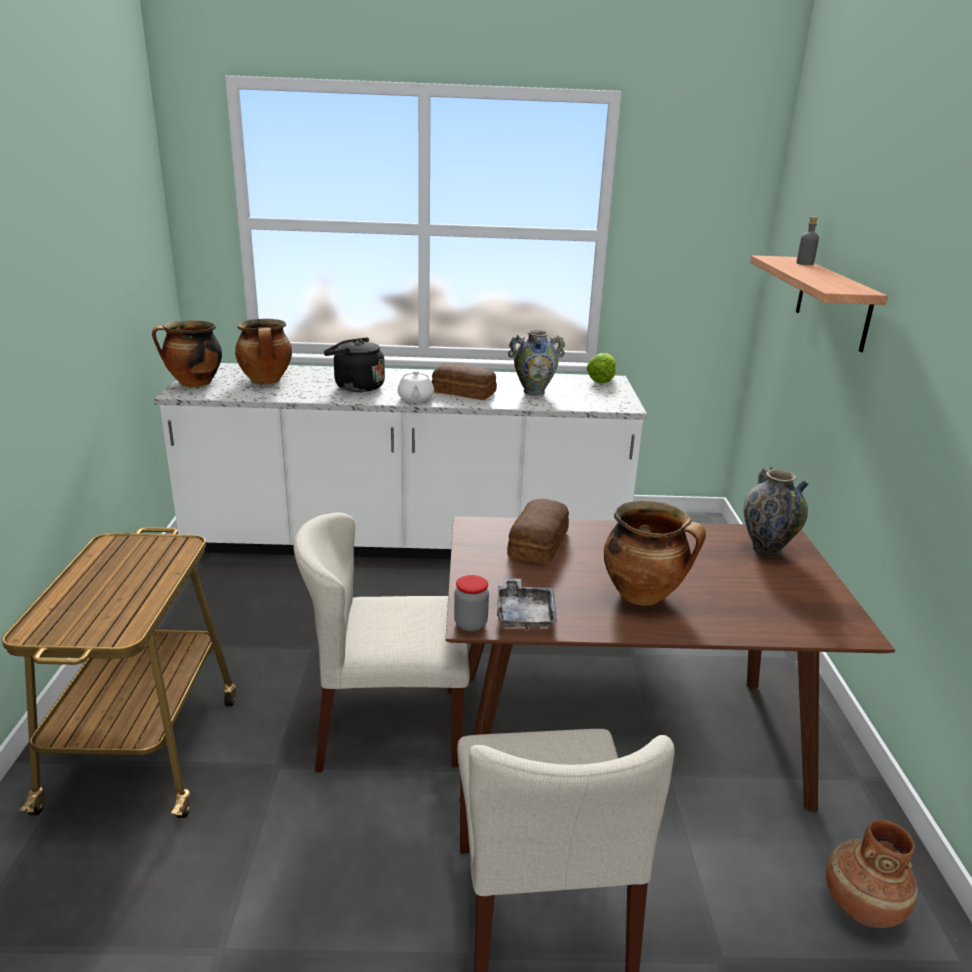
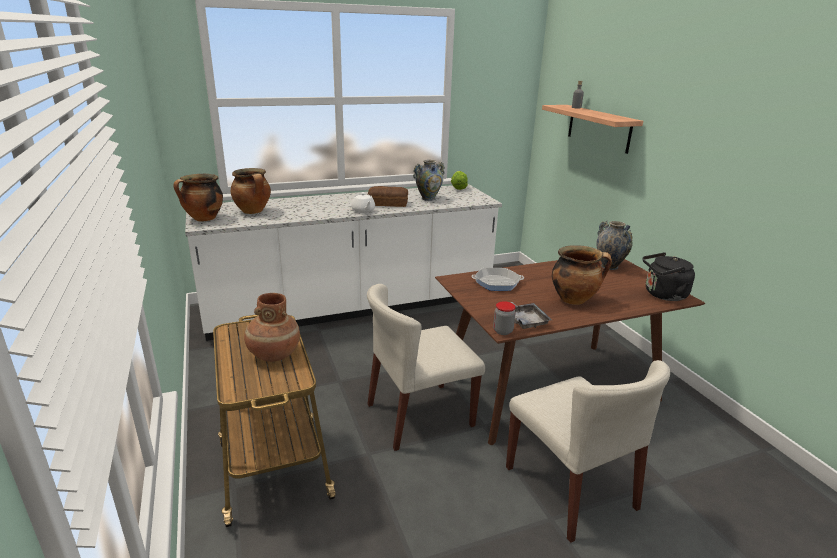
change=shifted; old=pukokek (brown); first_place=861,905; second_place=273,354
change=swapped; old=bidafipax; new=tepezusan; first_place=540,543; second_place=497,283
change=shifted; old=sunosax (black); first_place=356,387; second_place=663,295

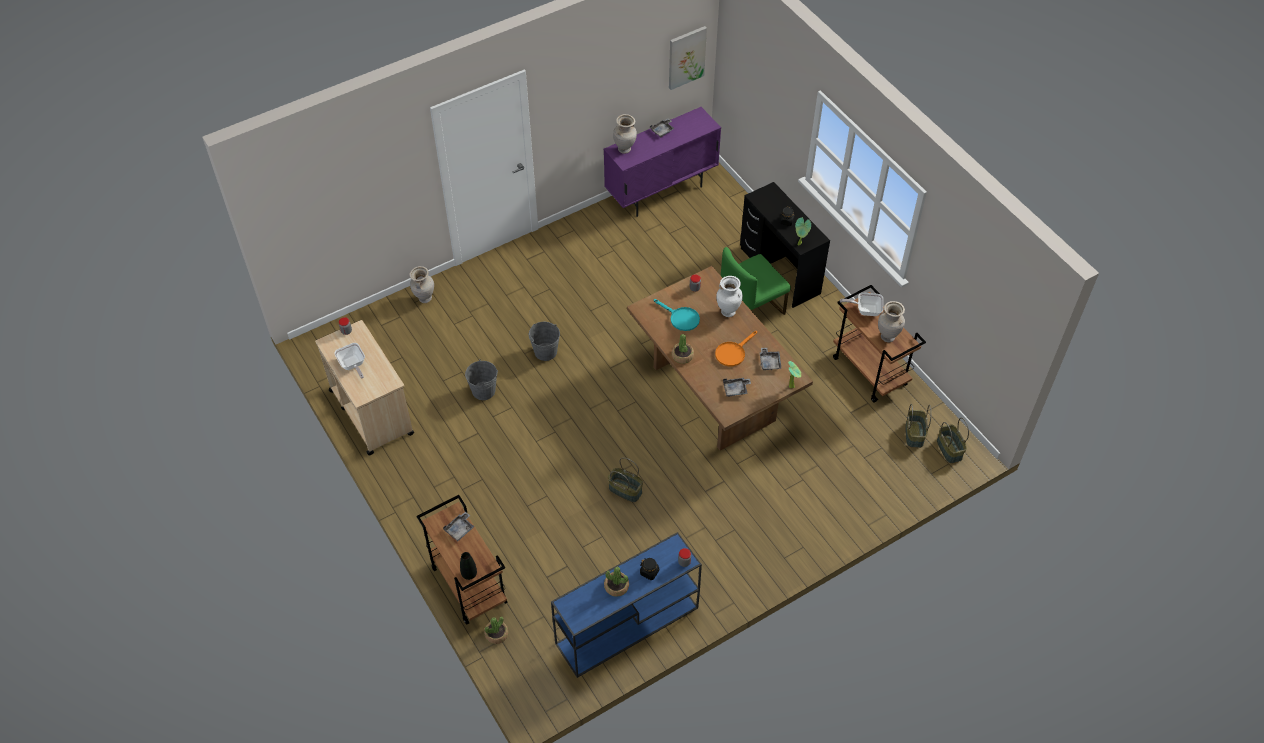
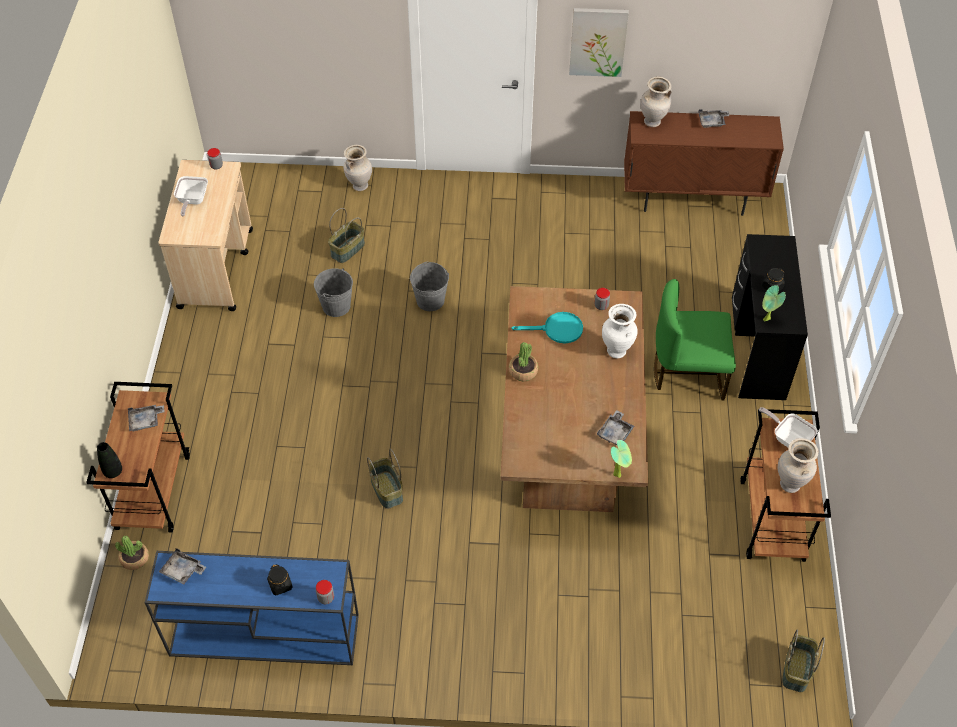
change=shifted; old=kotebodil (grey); first_place=736,389; second_place=183,571
change=shifted; old=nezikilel; first_place=914,434; second_place=348,250
change=rotated; old=tepezusan (turquoise); first_place=681,318; second_place=557,330; degrees=-75
change=shifted; old=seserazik; first_place=686,57; second_place=598,41
change=repainted; old=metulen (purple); new=metulen (brown); first_place=661,192; second_place=693,199
change=gone; old=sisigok; first_place=616,586
change=gone; old=tepezusan (orange); first_place=733,353

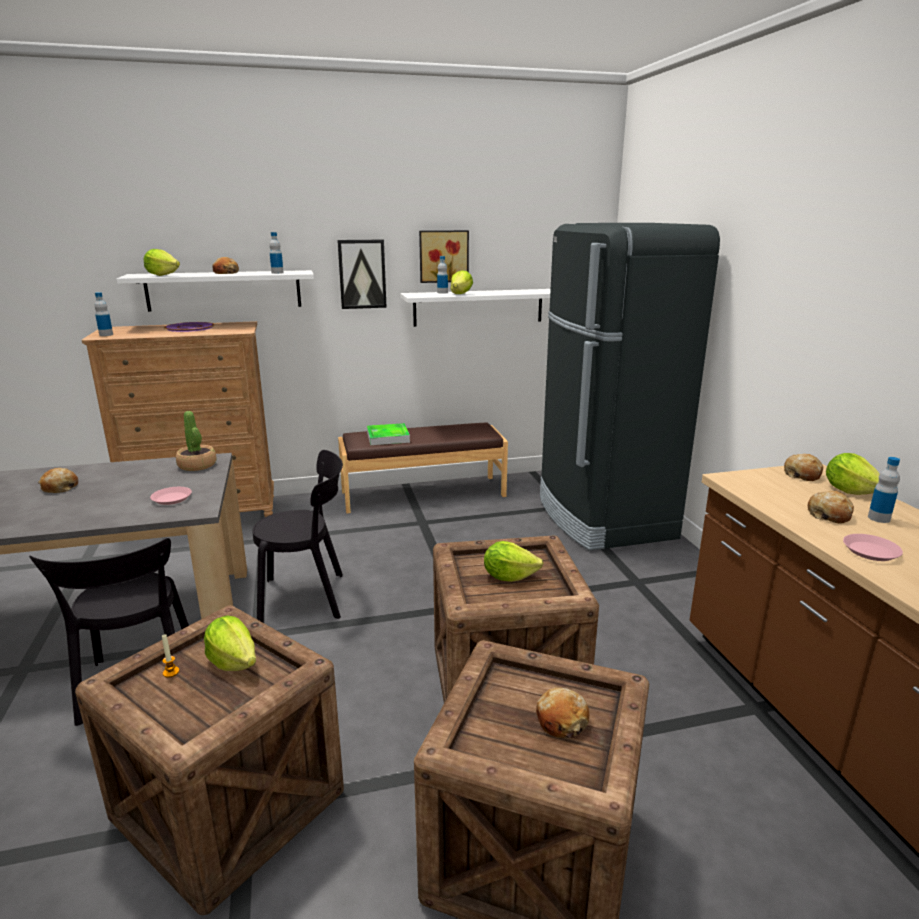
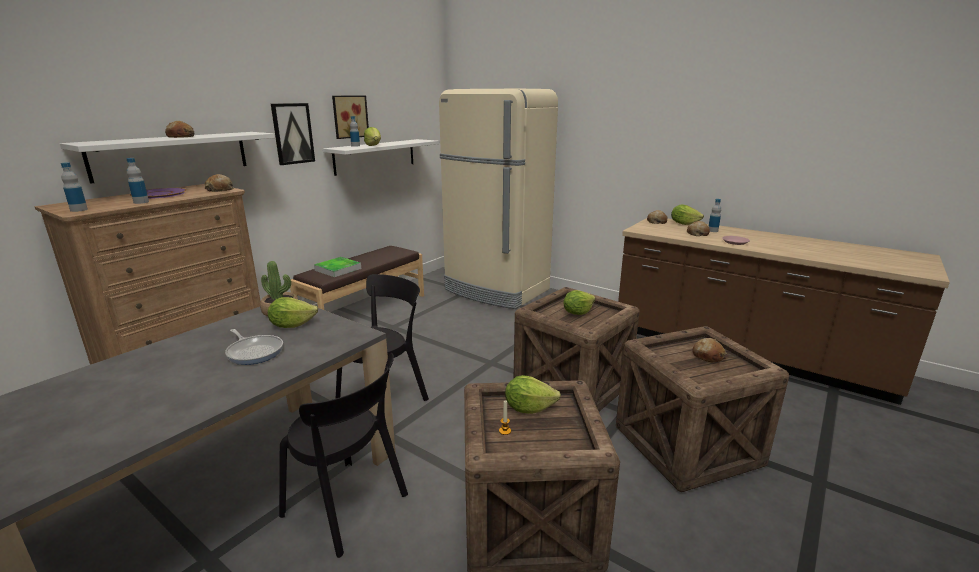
change=shifted; old=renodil; first_place=277,273; second_place=141,202
change=shifted; old=bidafipax; first_place=59,487; second_place=220,189
change=new; new=tepezusan; second_place=254,352
change=shifted; old=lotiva; first_place=162,275; second_place=292,325
change=repainted; old=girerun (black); new=girerun (beige); first_place=602,517; second_place=496,290
change=gone; old=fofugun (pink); first_place=172,498

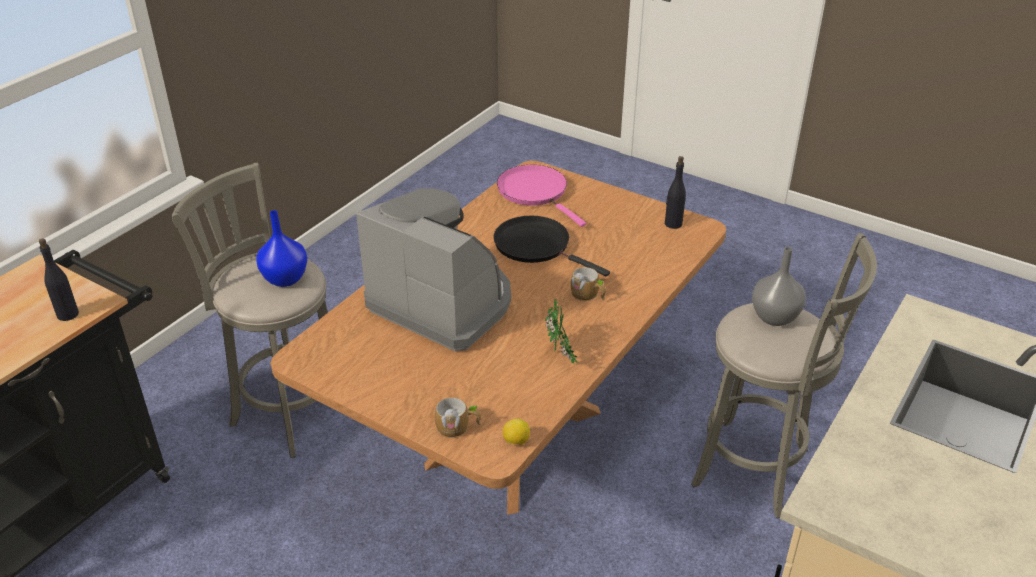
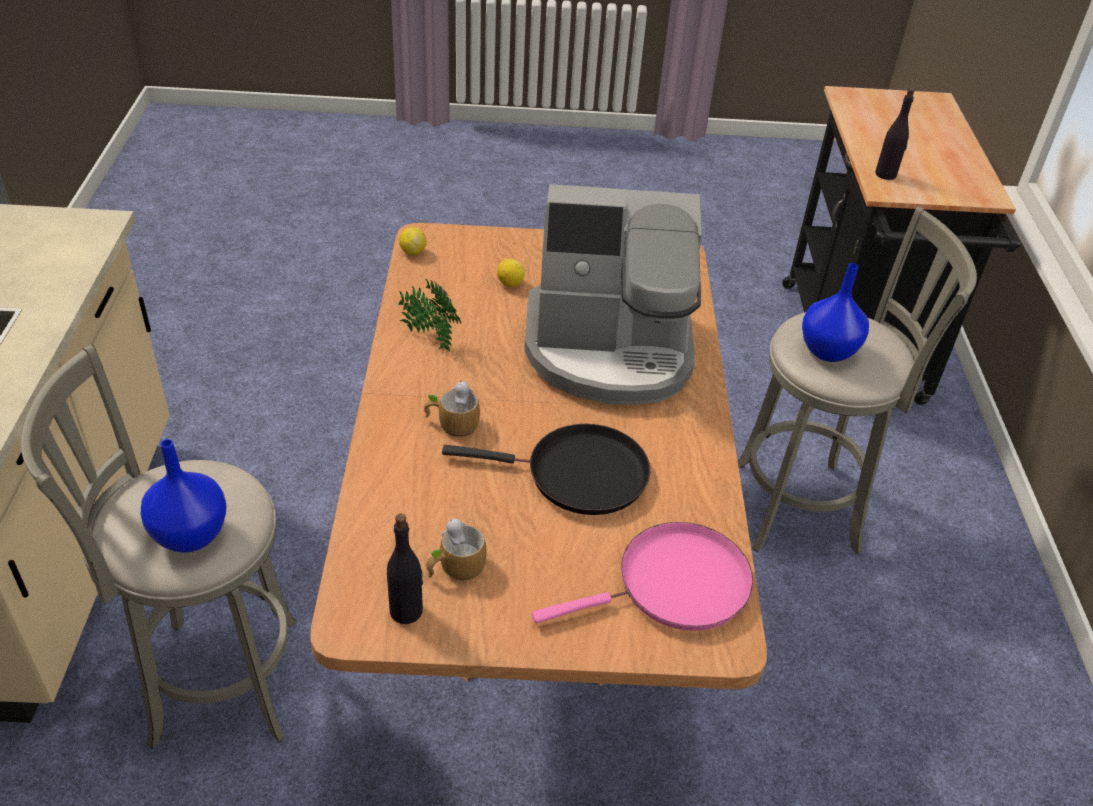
change=repainted; old=pukokek (grey); new=pukokek (blue); first_place=774,318; second_place=190,533
change=shifted; old=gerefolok; first_place=458,427; second_place=455,567
change=new; new=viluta; second_place=510,283
change=rotated; old=tepezusan (pink); first_place=535,192; second_place=675,585; degrees=-45

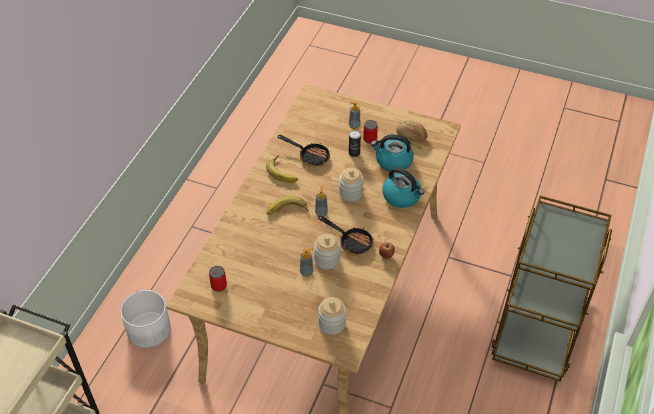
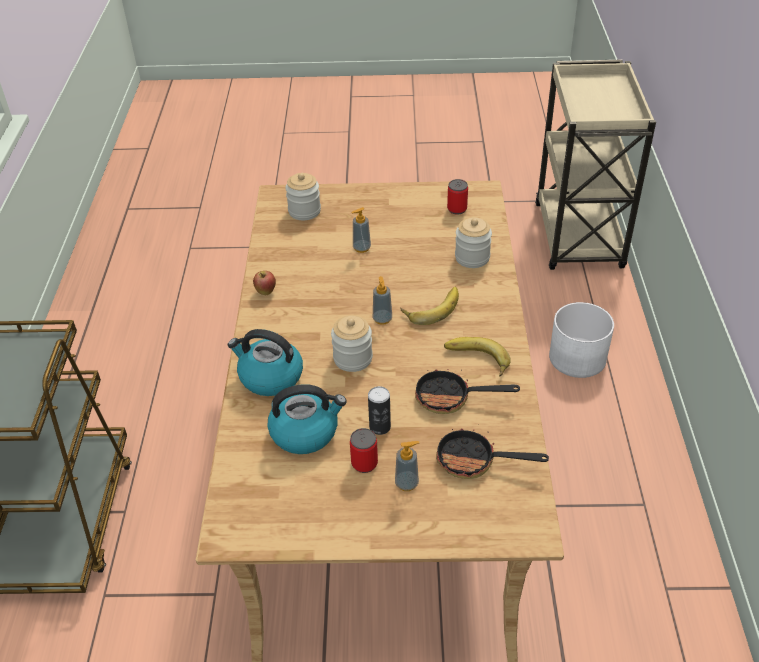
change=shifted; old=tepezusan; first_place=351,241; second_place=474,461
change=shifted; old=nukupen; first_place=327,260; second_place=472,257
change=gone; old=bidafipax; first_place=410,136

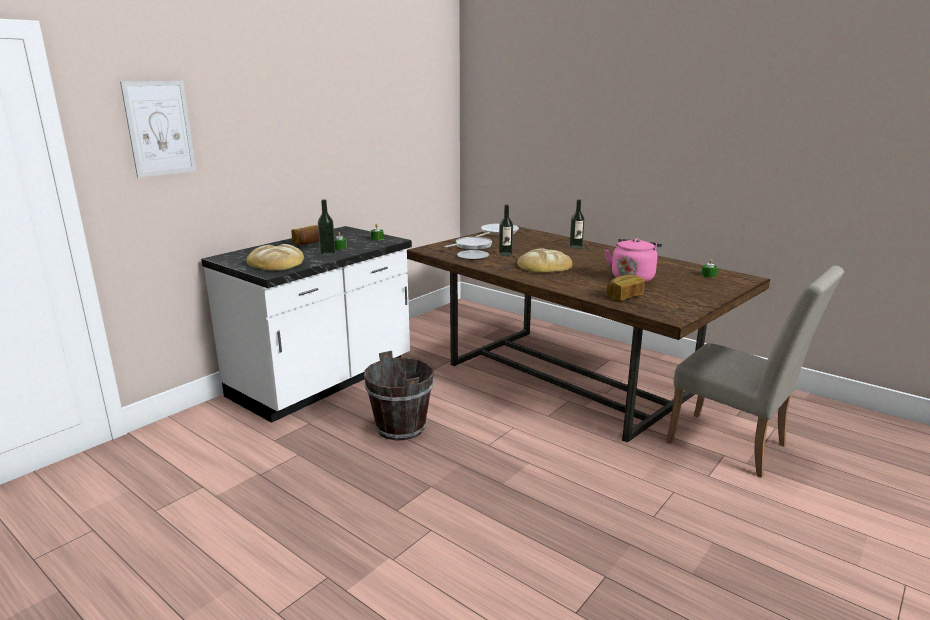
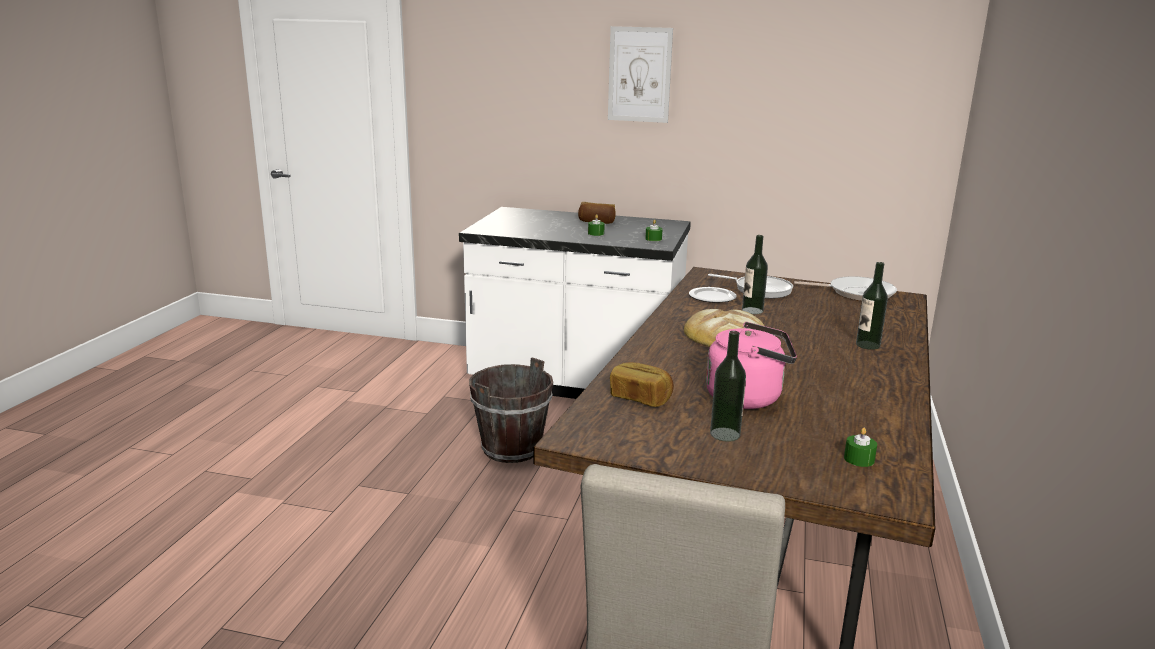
change=shifted; old=seserazik; first_place=159,128; second_place=639,75
change=shifted; old=renodil; first_place=328,254; second_place=725,434
change=gone; old=bidafipax; first_place=276,263

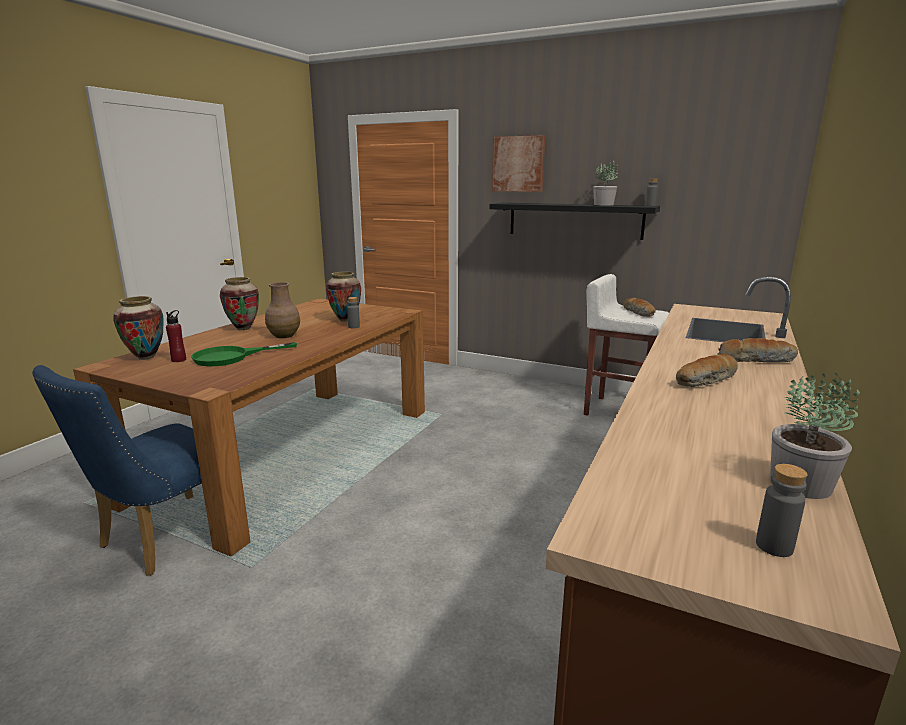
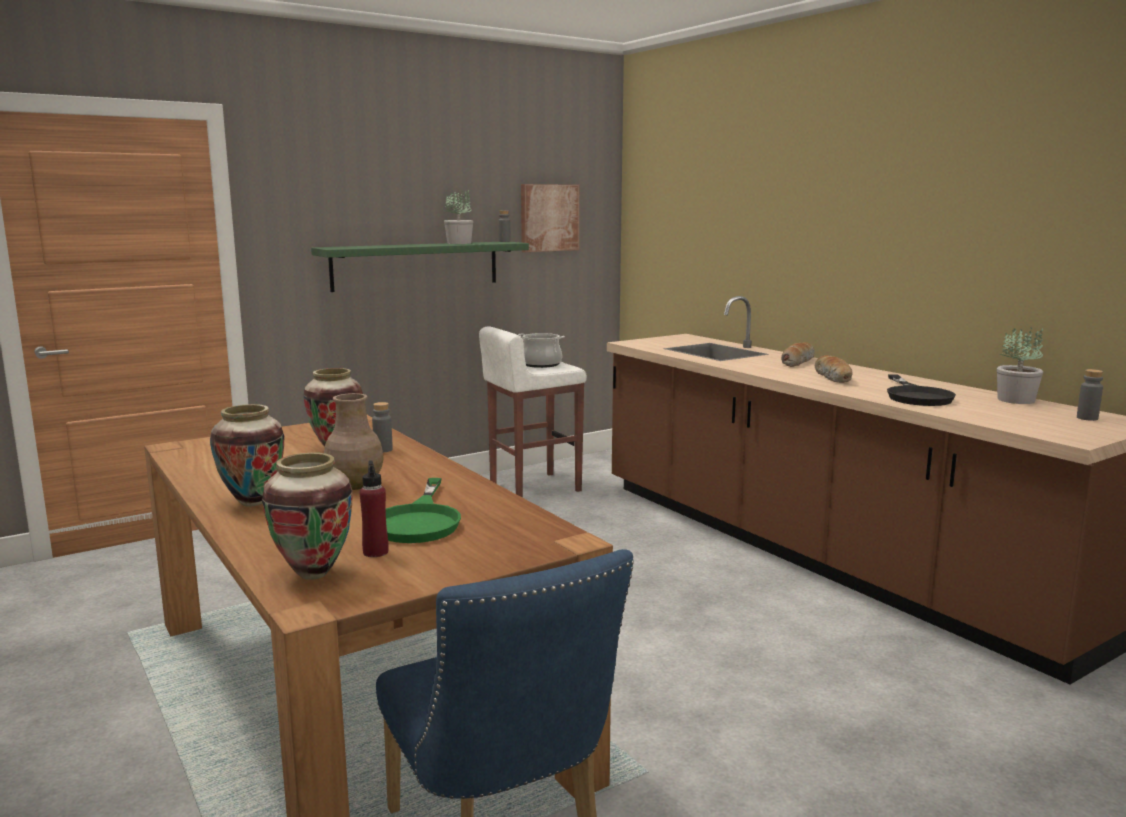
change=repainted; old=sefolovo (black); new=sefolovo (green); first_place=574,220; second_place=416,265
change=swapped; old=bidafipax; new=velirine; first_place=639,313; second_place=541,364
change=shifted; old=seserazik; first_place=518,164; second_place=549,217
change=new; new=tepezusan (black); second_place=916,396

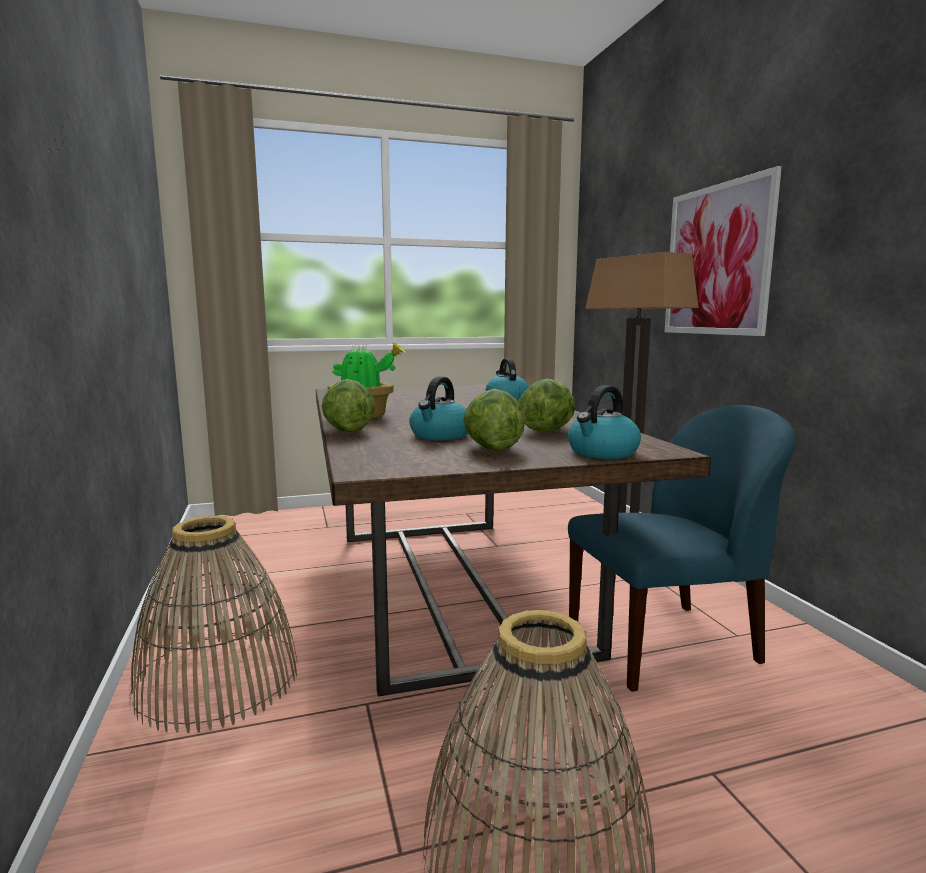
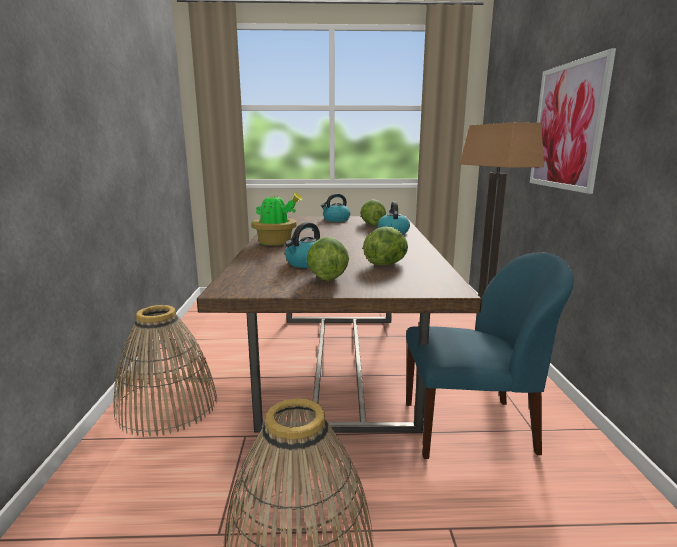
change=shifted; old=sunosax; first_place=602,453; second_place=336,220
change=shifted; old=lotiva; first_place=347,431; second_place=371,225

